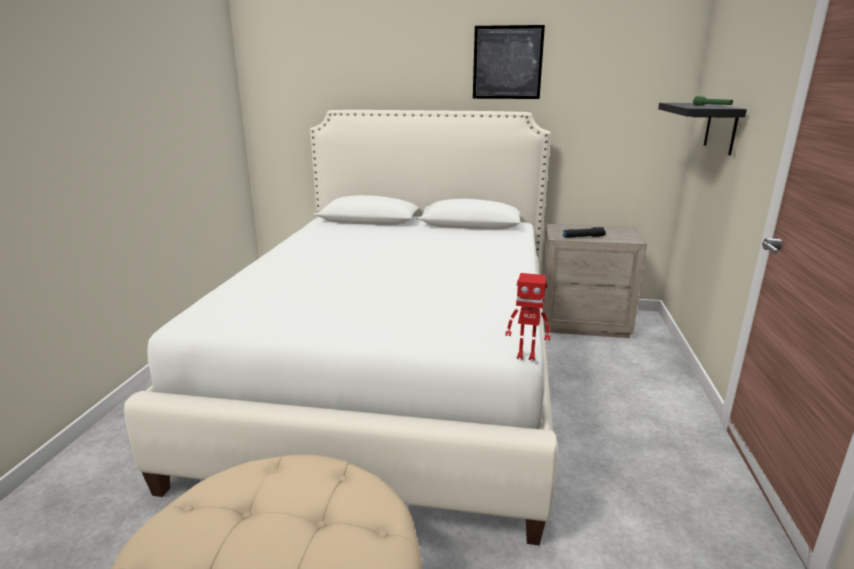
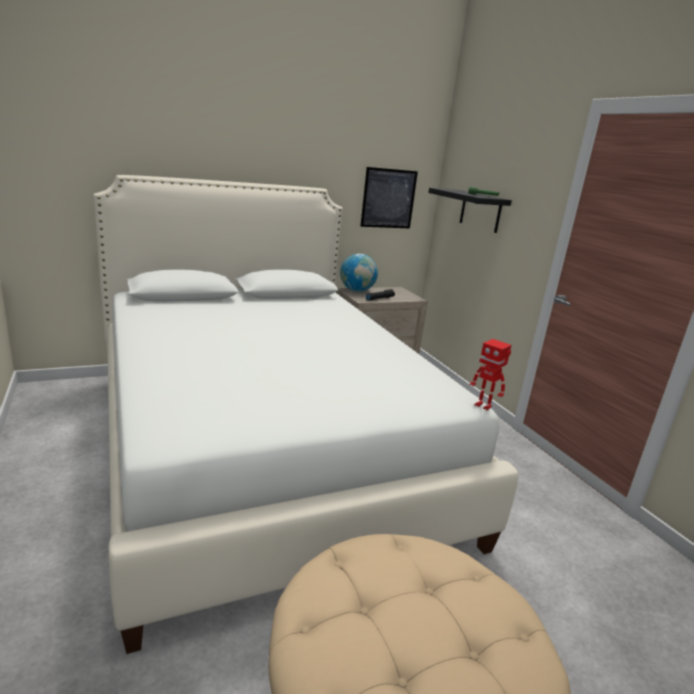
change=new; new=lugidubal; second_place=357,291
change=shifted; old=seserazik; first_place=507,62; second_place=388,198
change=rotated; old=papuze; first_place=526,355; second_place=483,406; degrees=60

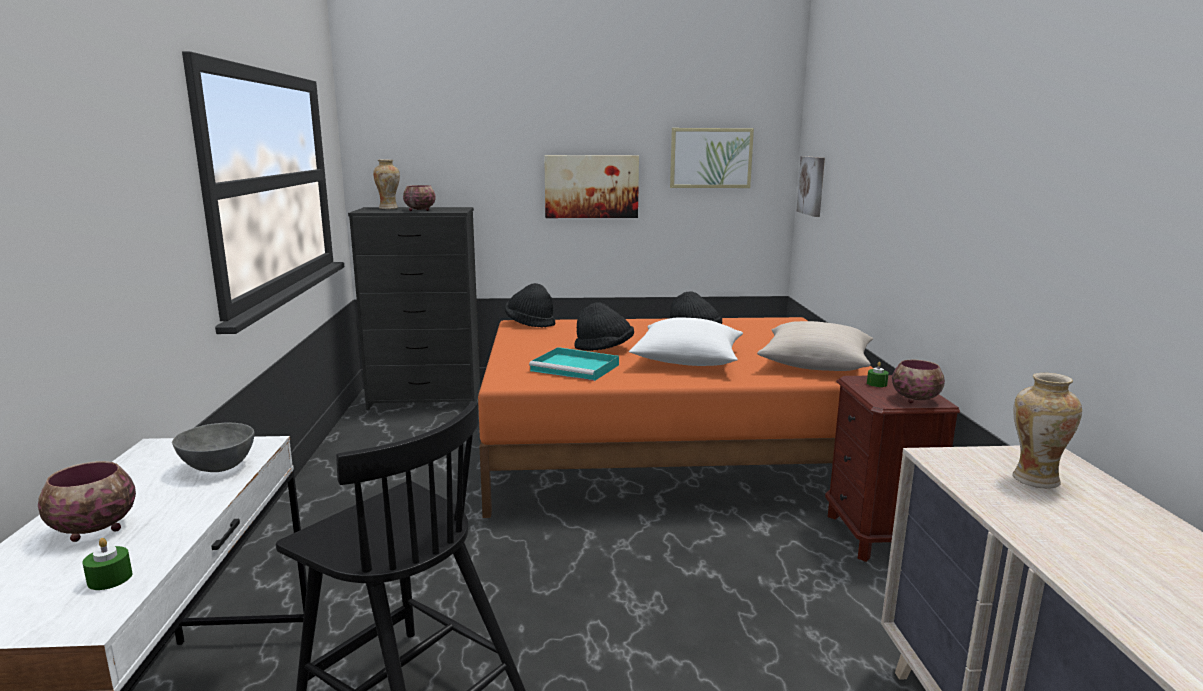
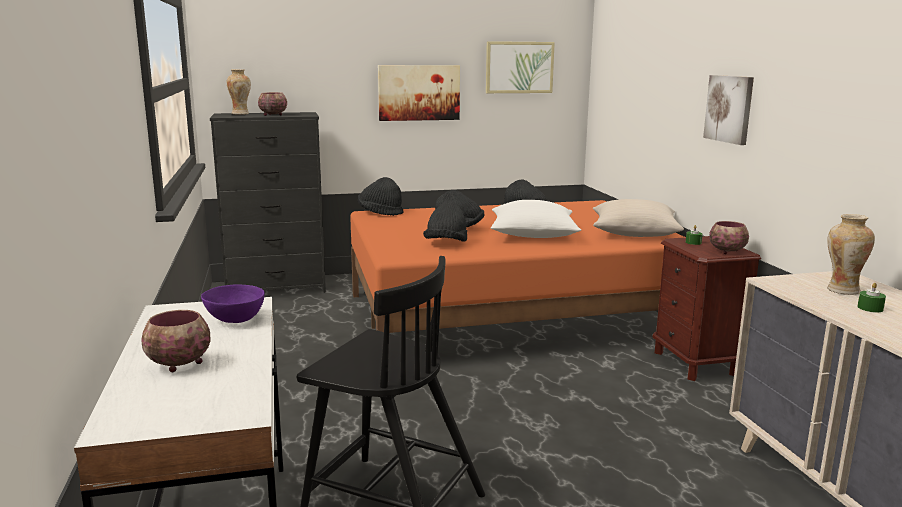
change=repainted; old=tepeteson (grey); new=tepeteson (purple); first_place=218,466; second_place=234,319
change=swapped; old=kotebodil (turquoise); new=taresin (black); first_place=576,368; second_place=446,244
change=shifted; old=seserazik; first_place=812,185; second_place=729,109
change=shifted; old=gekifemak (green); first_place=110,578; second_place=870,308

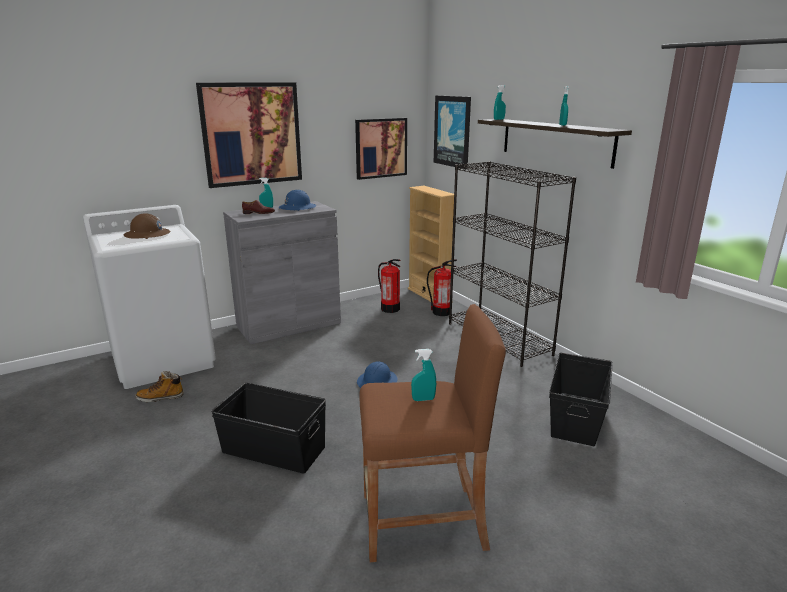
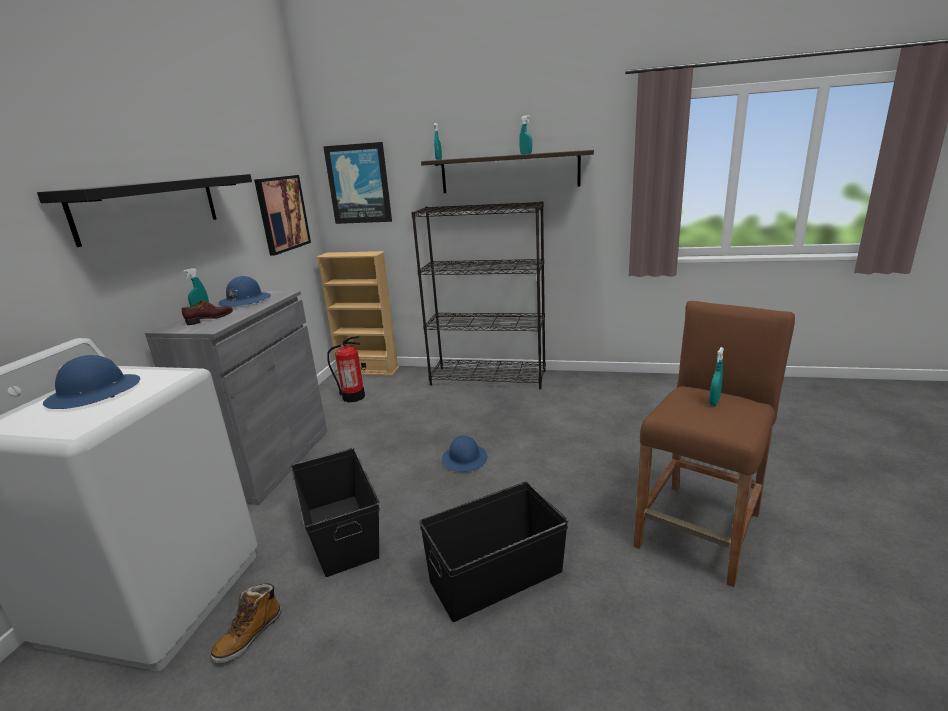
change=swapped; old=seserazik; new=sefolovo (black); first_place=252,134; second_place=150,207
change=repainted; old=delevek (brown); new=delevek (blue); first_place=147,235; second_place=95,393
change=shifted; old=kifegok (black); first_place=575,417; second_place=341,533
change=gone; old=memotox; first_place=441,312

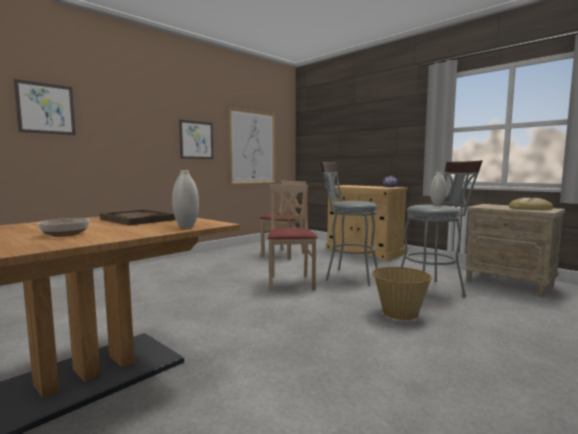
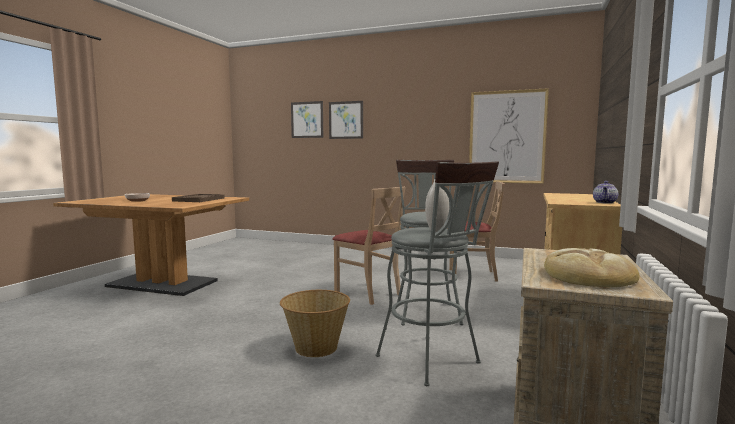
change=shifted; old=seserazik; first_place=196,140; second_place=346,120
change=rotated; old=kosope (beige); first_place=290,283; second_place=368,293; degrees=75
change=gone; old=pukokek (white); first_place=186,227

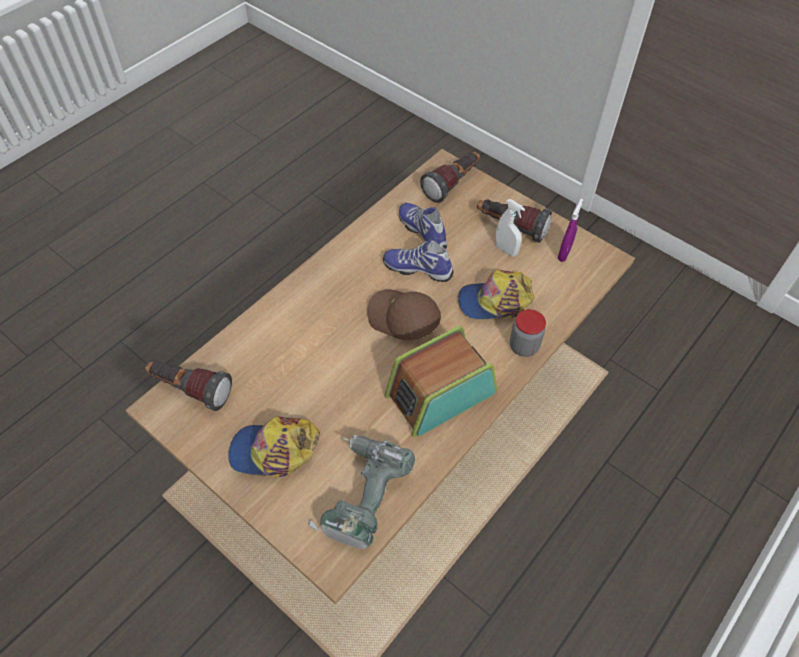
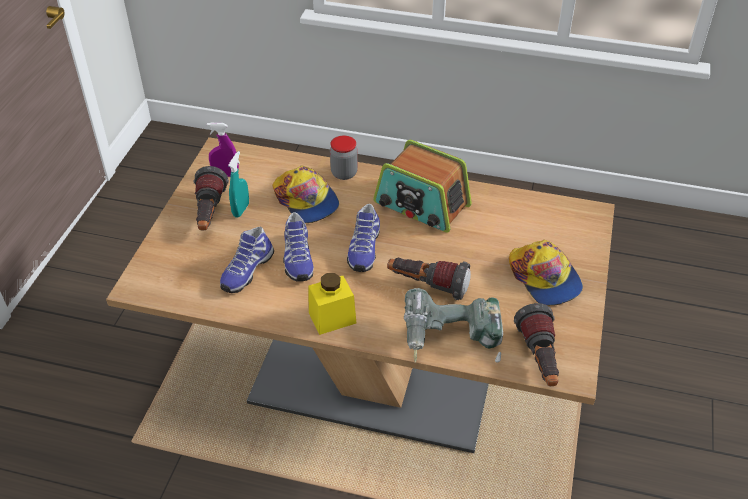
change=repainted; old=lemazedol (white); new=lemazedol (turquoise); first_place=506,250; second_place=241,210
change=new; new=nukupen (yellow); second_place=332,318
change=swapped; old=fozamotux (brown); new=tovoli; first_place=402,319; second_place=363,249
change=shifted; old=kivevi; first_place=452,184; second_place=427,286
change=shifted; old=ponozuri; first_place=359,496; second_place=451,341

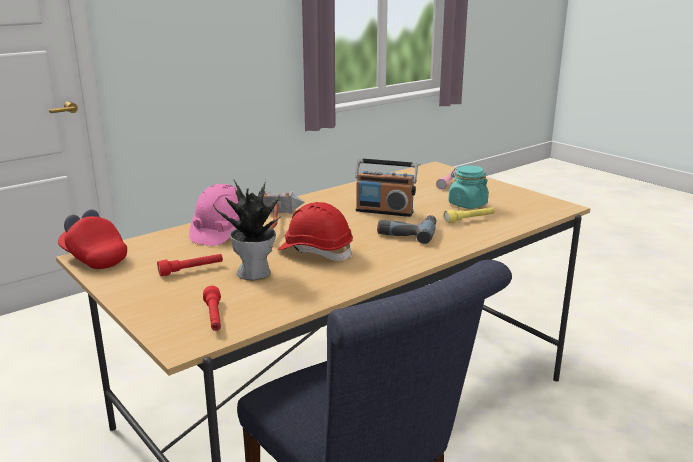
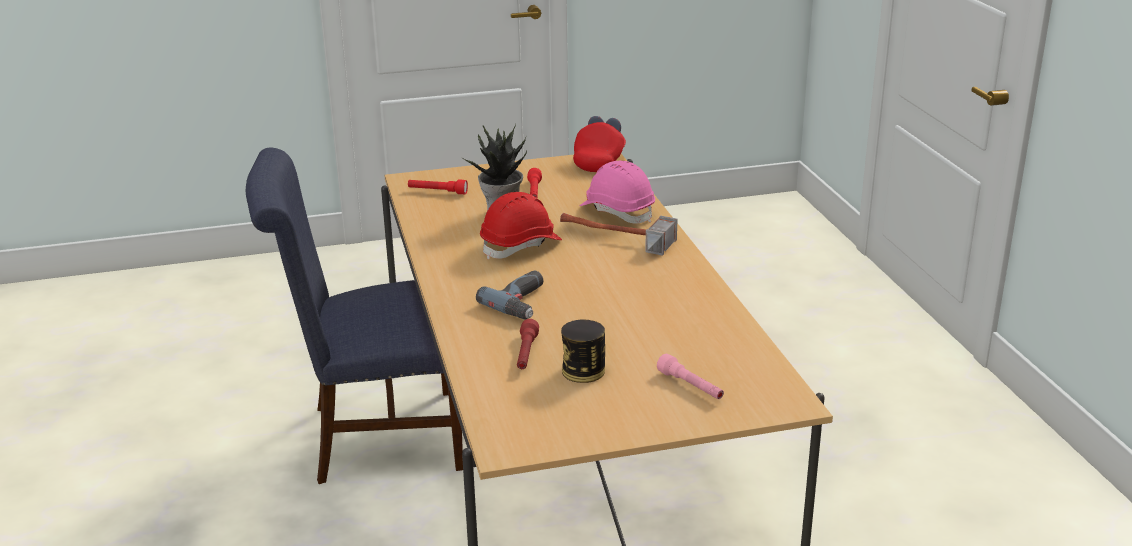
change=repainted; old=kivevi (yellow); new=kivevi (red); first_place=469,220; second_place=526,353
change=swapped; old=nukupen (turquoise); new=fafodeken; first_place=467,204; second_place=583,371
change=rotated; old=fozamotux (red); first_place=94,258; second_place=600,161; degrees=-45
change=gone; old=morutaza; first_place=384,211

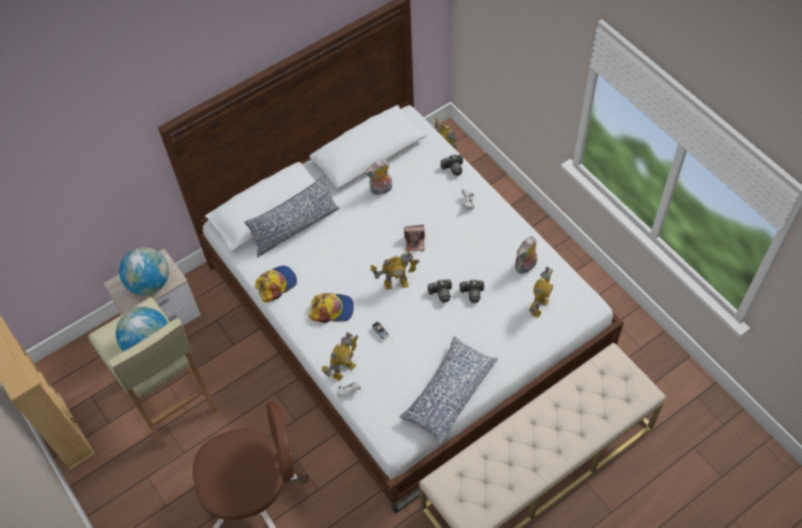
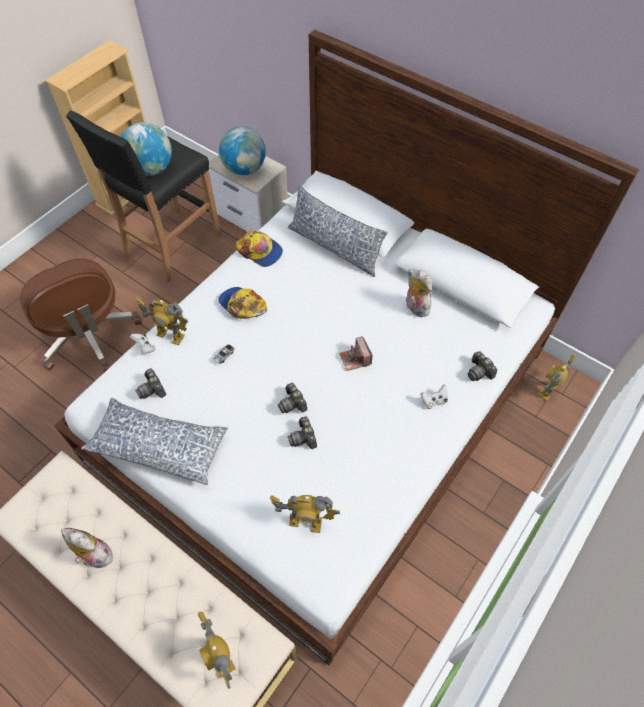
change=shifted; old=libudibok; first_place=526,267; second_place=95,556
change=repainted; old=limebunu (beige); new=limebunu (black); first_place=169,399; second_place=172,246
change=new; new=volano; second_place=152,389
change=shifted; old=papuze; first_place=396,283; second_place=221,657
change=rotated; old=fozamotux; first_place=332,309; second_place=242,305; degrees=150

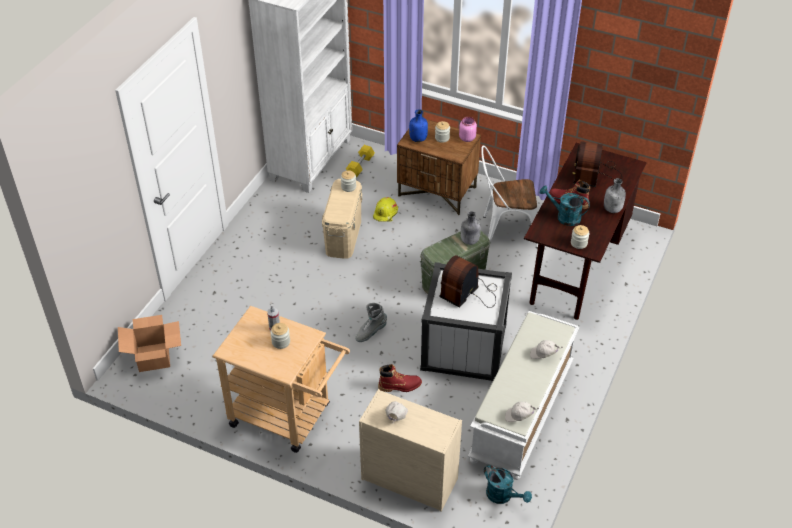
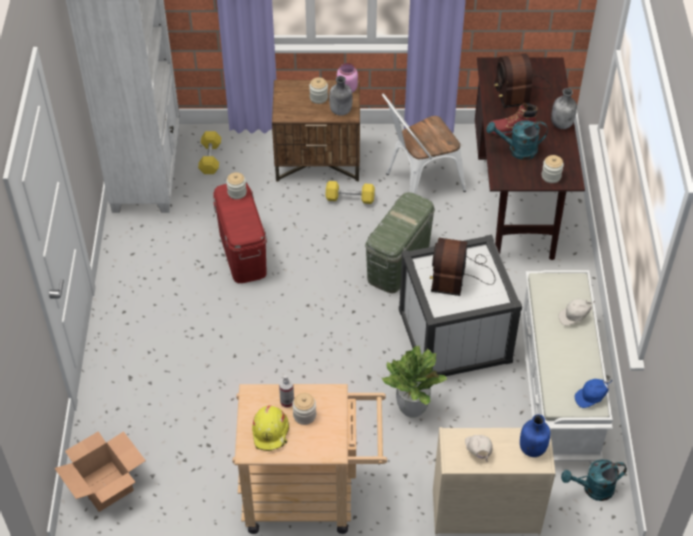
change=repainted; old=kifegok (beige); new=kifegok (red); first_place=343,236; second_place=242,252
change=shifted; old=delevek (yellow); first_place=386,214; second_place=271,432
change=new; new=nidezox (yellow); second_place=350,198
change=shifted; old=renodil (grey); first_place=469,241; second_place=341,111
change=swapped; old=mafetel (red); new=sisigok; first_place=400,386; second_place=412,408
change=shifted; old=renodil (blue); first_place=418,139; second_place=532,448
change=rotated; old=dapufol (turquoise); first_place=503,496; second_place=593,489; degrees=150
change=repainted; old=fozamotux (white); new=fozamotux (blue); first_place=519,417; second_place=591,398
change=gone; old=mafetel (grey); first_place=370,332

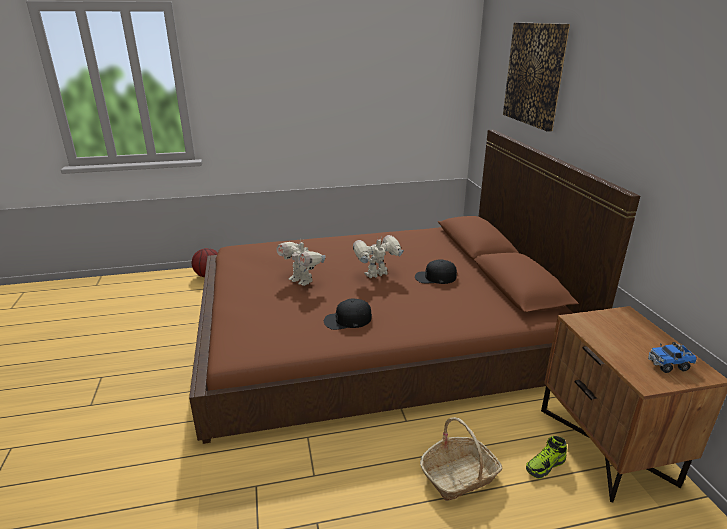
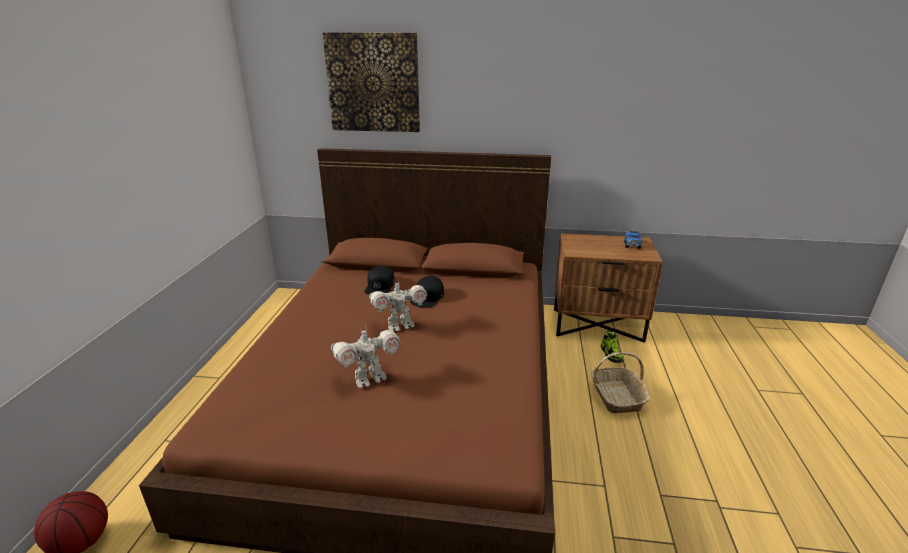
change=shifted; old=fozamotux (black); first_place=347,320; second_place=380,286
change=rotated; old=papuze; first_place=377,275; second_place=399,326; degrees=-105

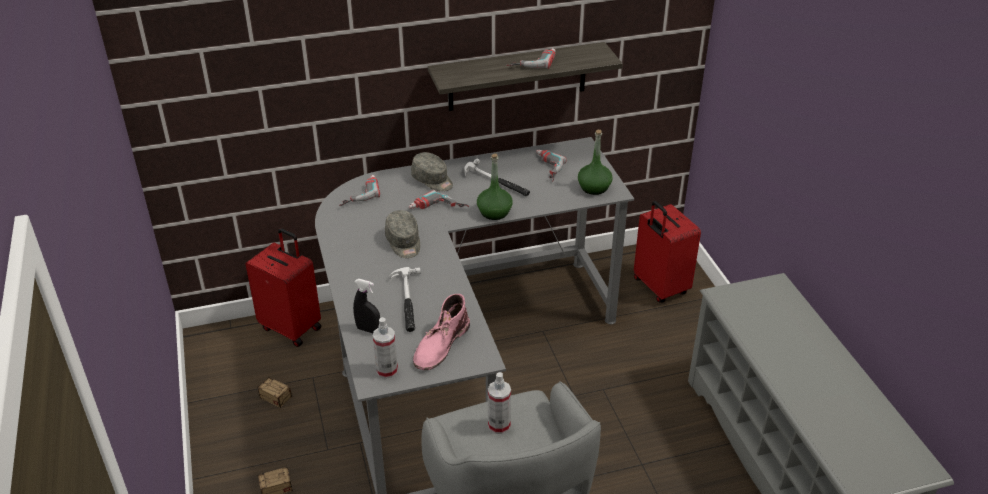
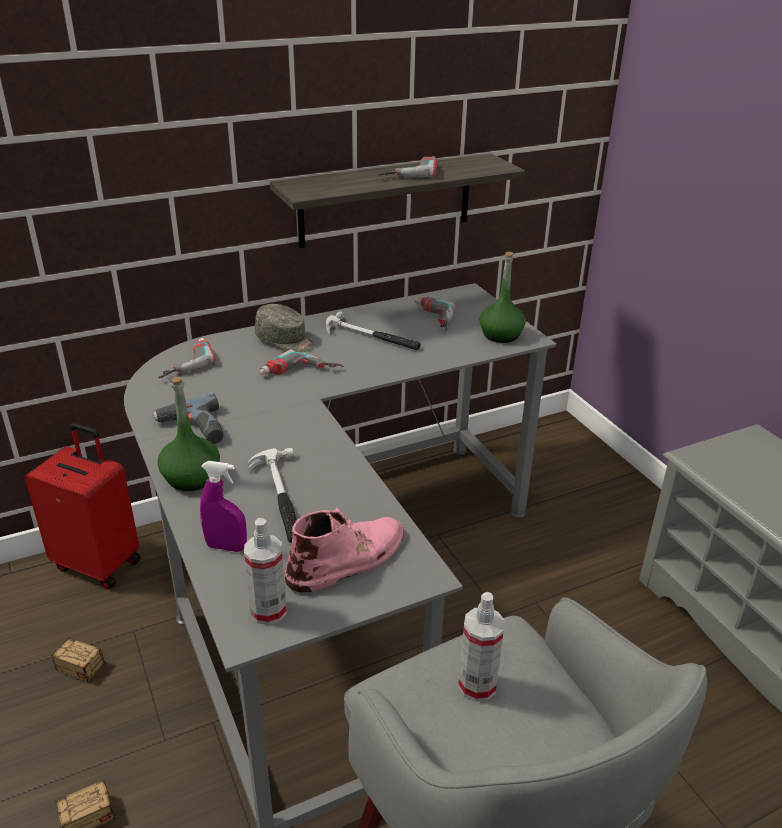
change=new; new=ponozuri; second_place=193,429
change=shifted; old=renodil (green); first_place=494,212; second_place=191,478
change=repainted; old=lemazedol (black); new=lemazedol (purple); first_place=368,329; second_place=226,547
change=rotated; old=mafetel (pink); first_place=440,345; second_place=348,559; degrees=-150
change=gone; old=fozamotux (grey); first_place=404,242
change=gone; old=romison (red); first_place=659,287

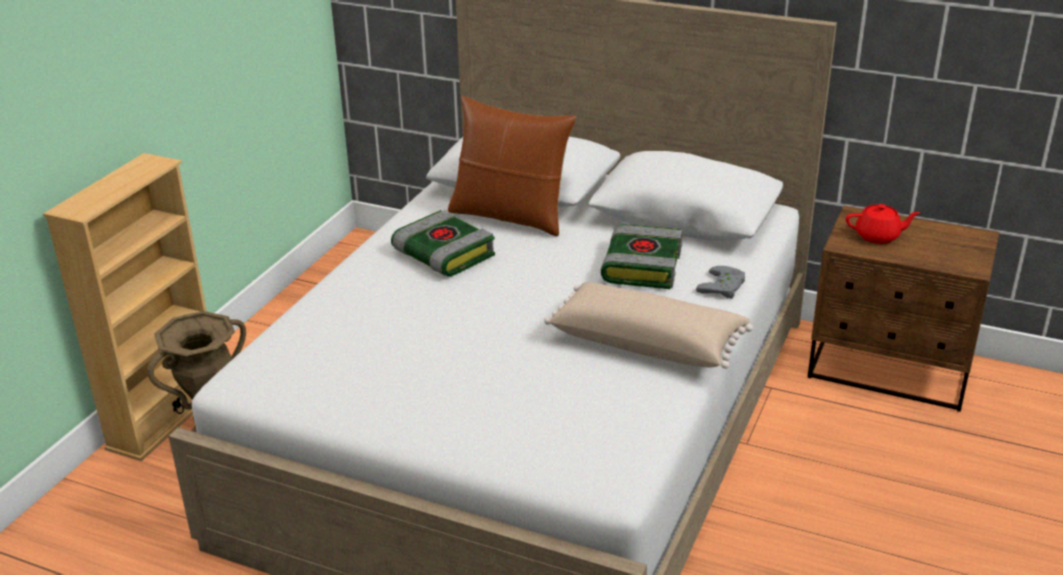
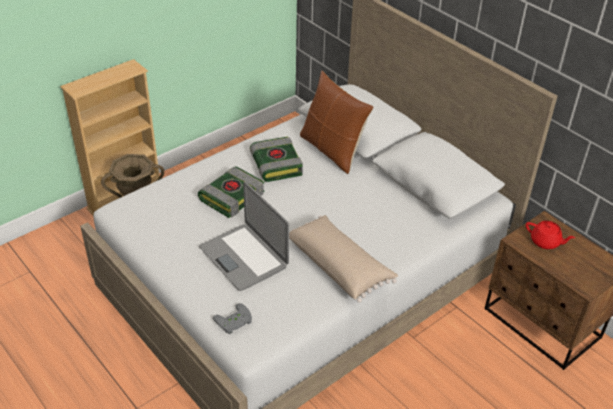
change=shifted; old=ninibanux; first_place=641,266; second_place=232,196
change=new; new=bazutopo; second_place=244,257
change=shifted; old=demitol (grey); first_place=724,287; second_place=234,322

